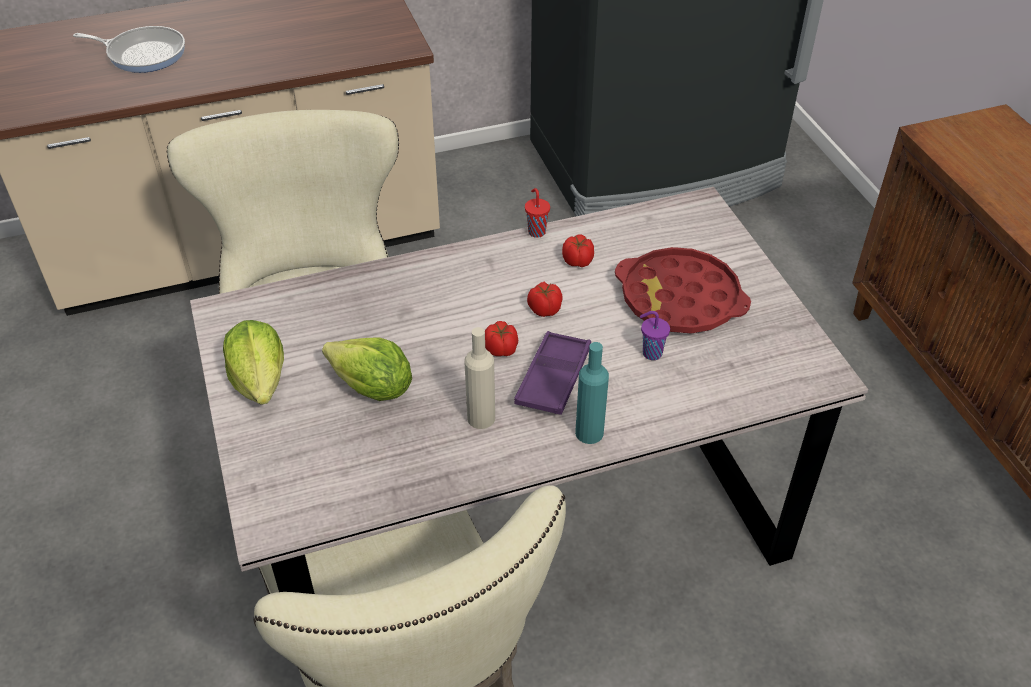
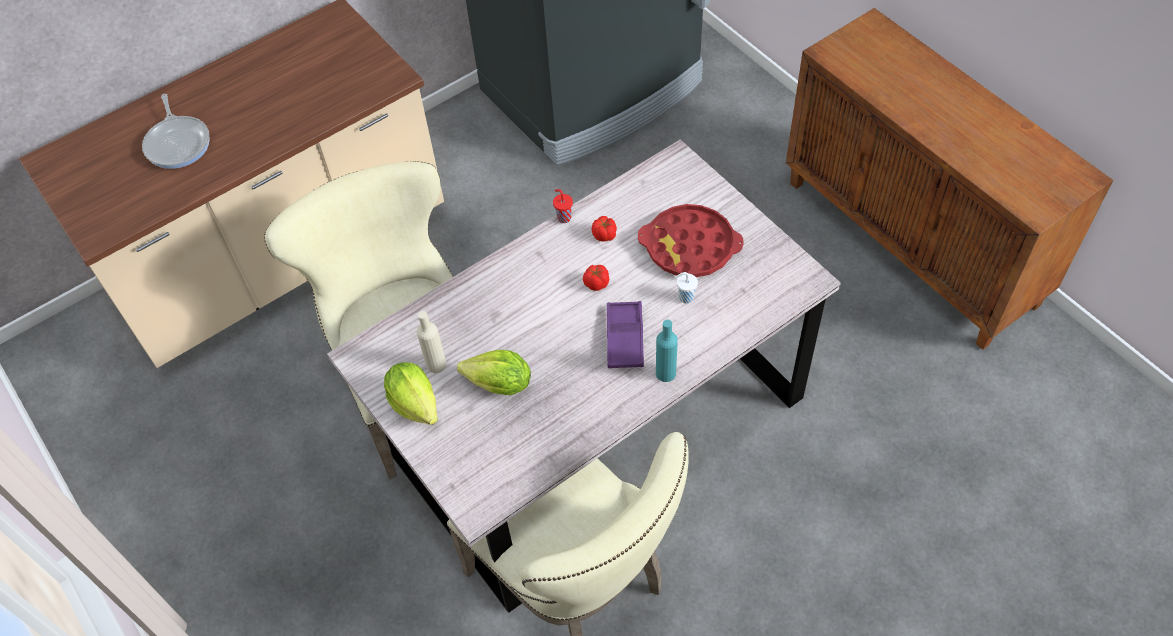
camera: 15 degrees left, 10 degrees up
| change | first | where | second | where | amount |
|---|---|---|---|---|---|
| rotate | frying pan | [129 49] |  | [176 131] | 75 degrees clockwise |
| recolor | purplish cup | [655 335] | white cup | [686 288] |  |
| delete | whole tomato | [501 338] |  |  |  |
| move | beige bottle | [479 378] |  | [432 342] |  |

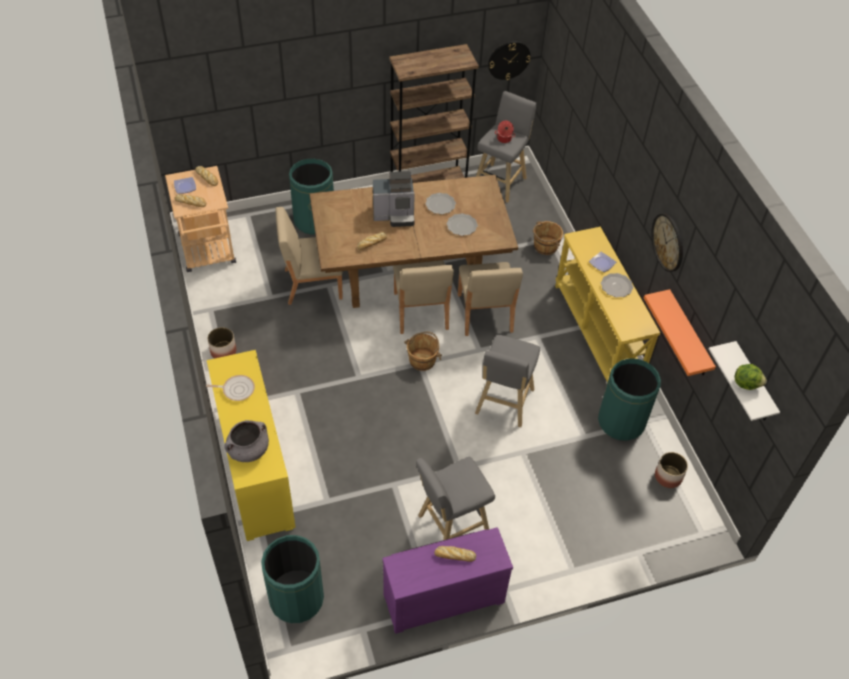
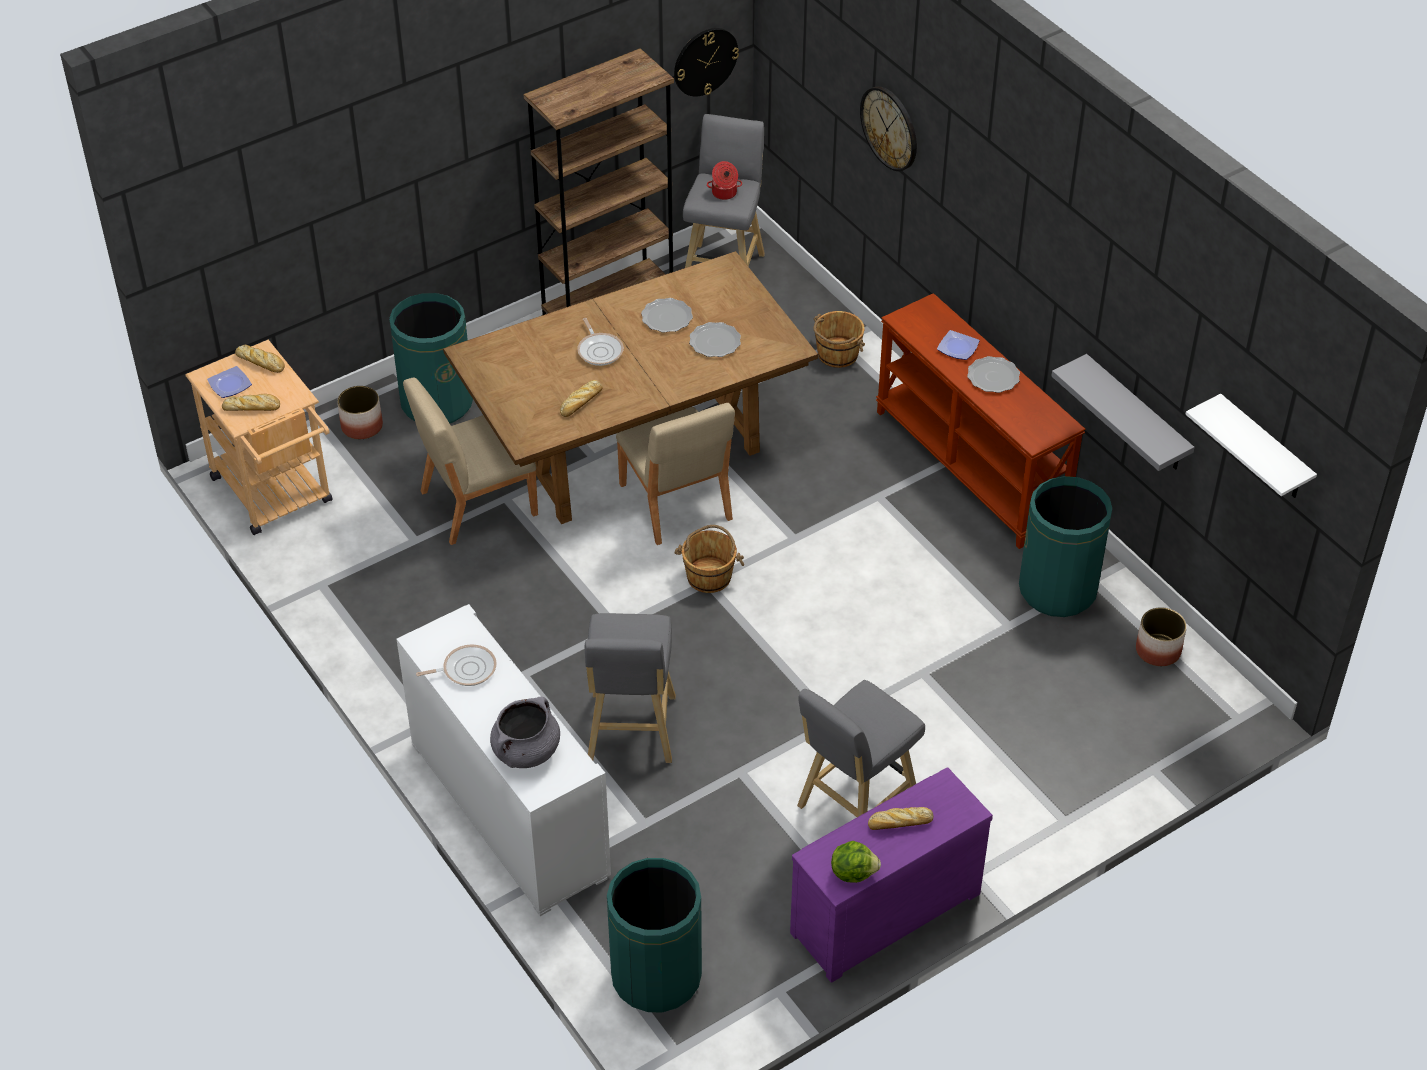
camera: 15 degrees left, 5 degrees down
| change | first | where | second | where | amount |
|---|---|---|---|---|---|
| replace | coffee maker | [394 199] | frying pan | [600 342] |  |
| move | clock on the wall | [667 242] |  | [888 128] |  |
| recolor | yellowish hall table | [607 305] | brownish hall table | [981 421] |  |
| delete | beige plain chair | [490 299] |  |  |  |
| recolor | orange wall shelf | [680 332] | gray wall shelf | [1123 412] |  |
| move | plant pot | [222 343] |  | [360 412] |  |
| move | gray stool | [507 381] |  | [630 688] |  |
| recolor | yellowish cupboard | [251 445] | white cupboard | [503 760] |  |
| move | lettuce head | [751 377] |  | [856 862] |  |

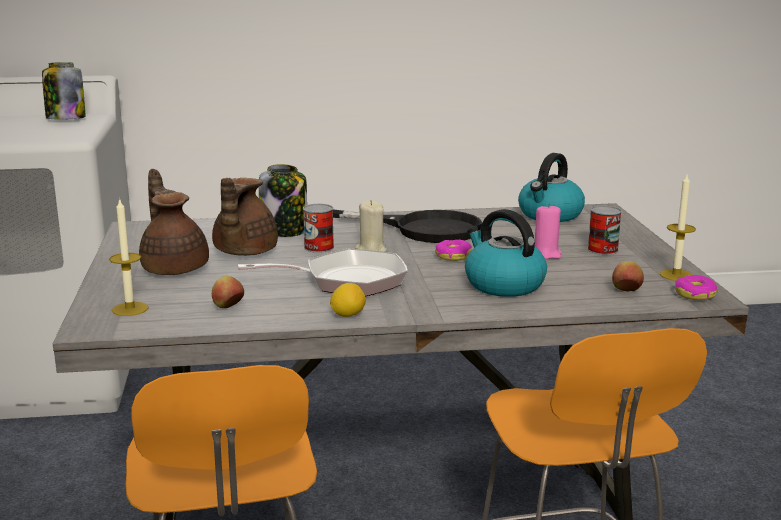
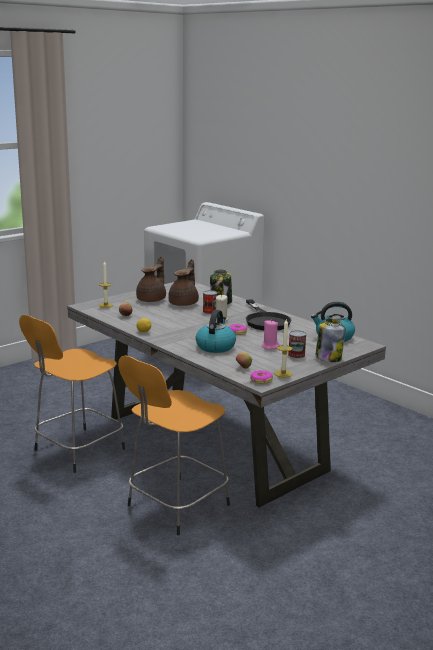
camera: 55 degrees right, 0 degrees up
| change | first | where | second | where | amount |
|---|---|---|---|---|---|
| move | jar | [64 91] |  | [330 340] |  |
| rotate | brownish pot for tea | [245 217] |  | [183 282] | 135 degrees clockwise |
| delete | frying pan | [323 272] |  |  |  |

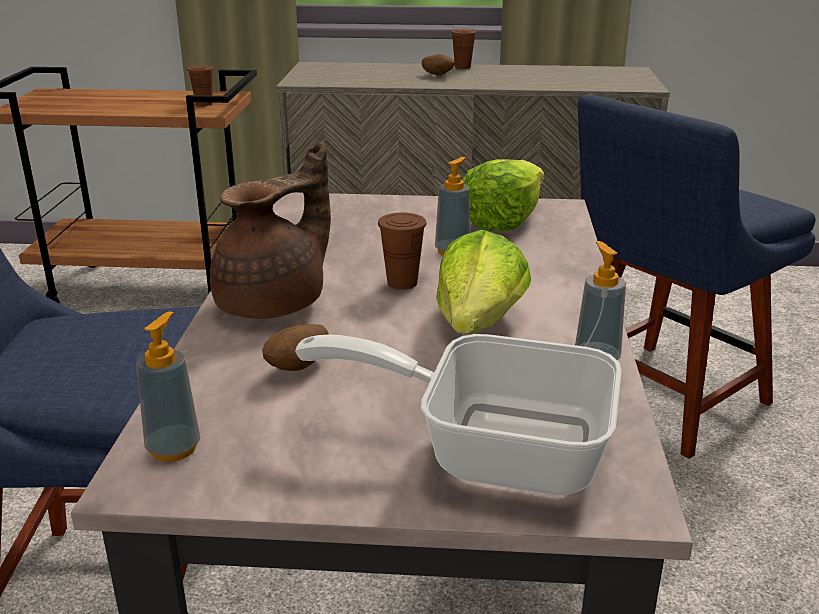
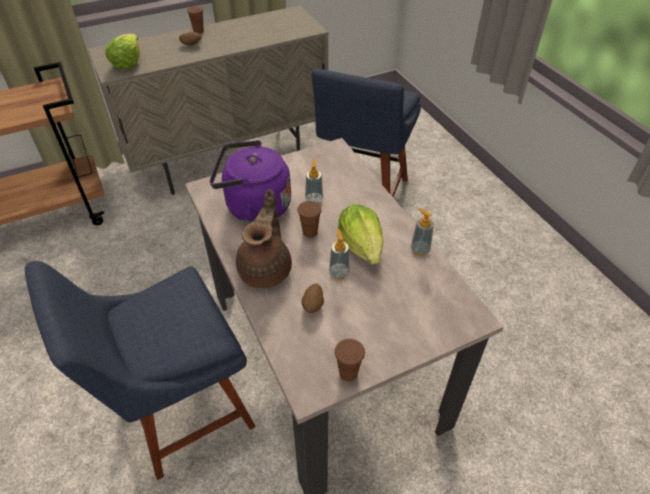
camera: 30 degrees left, 20 degrees up
| change | first | where | second | where | amount |
|---|---|---|---|---|---|
| move | brownish cup | [200 85] |  | [350 360] |  |
| move | lettuce head | [503 195] |  | [122 52] |  |
| move | liquid soap bottle | [168 386] |  | [339 254] |  |
| delete | frying pan | [458 414] |  |  |  |
| insert |  |  | purplish water kettle | [250 181] |  |

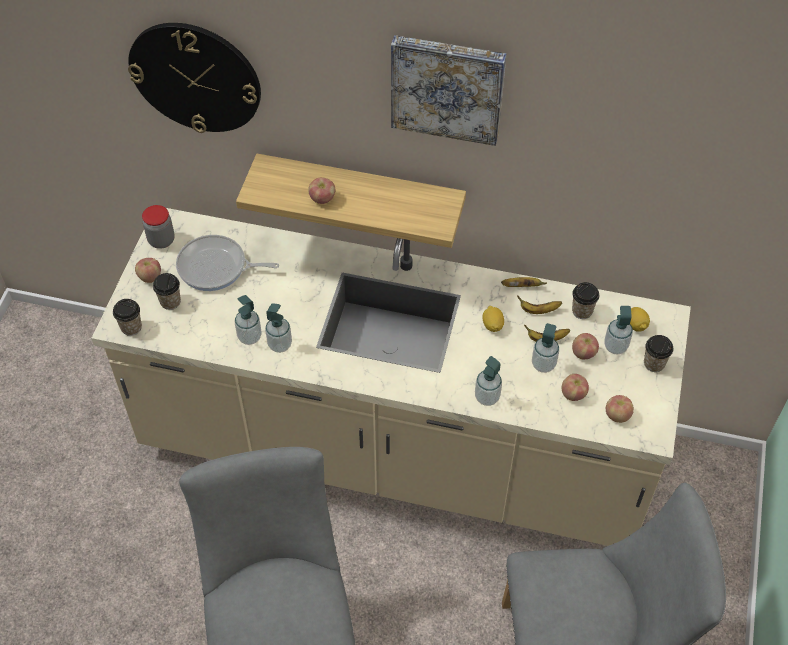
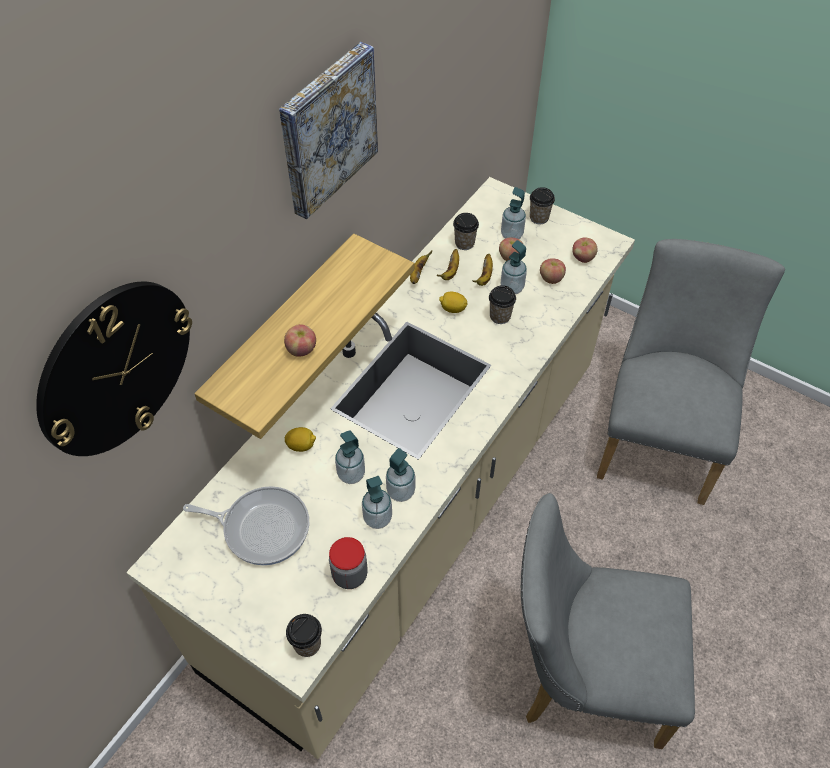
camera: 70 degrees left, 0 degrees up
| change | first | where | second | where | amount |
|---|---|---|---|---|---|
| move | jar | [158 227] |  | [348 563] |  |
| rotate | frying pan | [227 263] |  | [246 525] | 105 degrees counterclockwise |
| delete | whole apple | [148 270] |  |  |  |
| move | cup | [167 291] |  | [502 304] |  |
| move | whole lemon | [640 319] |  | [300 439] |  |
| move | liquid soap bottle | [488 381] |  | [350 457] |  |

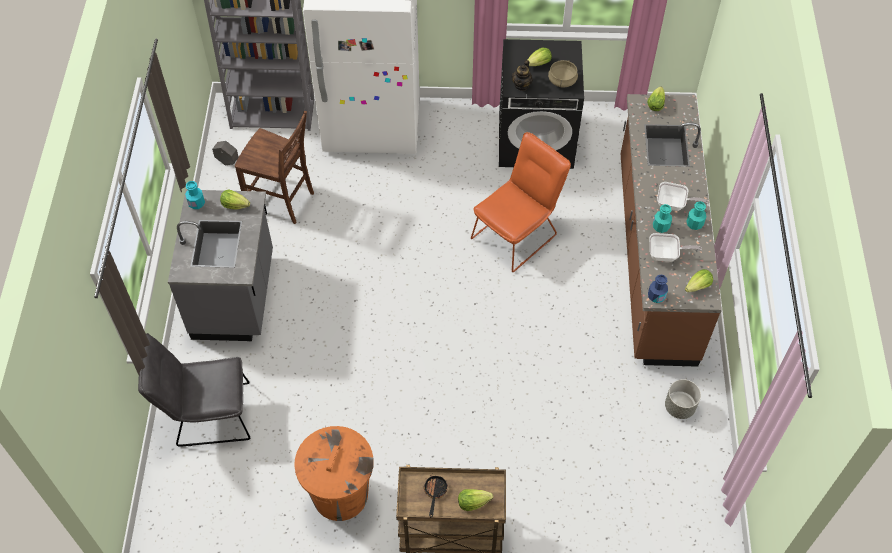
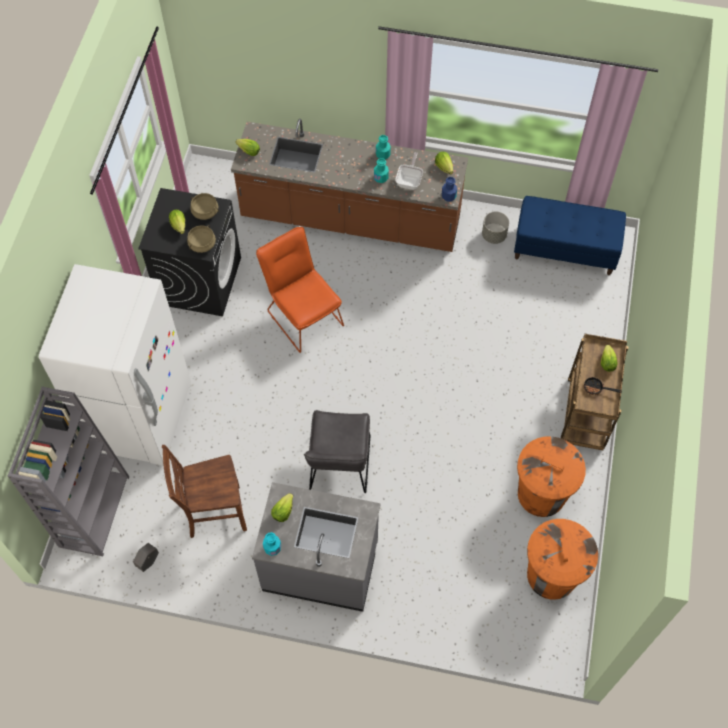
camera: 80 degrees left, 5 degrees up
| change | first | where | second | where | amount |
|---|---|---|---|---|---|
| replace | pot for tea | [522 75] | beige stockpot | [201 239] |  |
| rotate | brownish plain chair | [274 167] |  | [204 491] | 135 degrees counterclockwise |
| delete | frying pan | [683 196] |  |  |  |
| move | gray plain chair | [194 390] |  | [337 451] |  |
| insert |  |  | blue-coloured bench | [570 235] |  |
| insert |  |  | orange trash can | [562 559] |  |

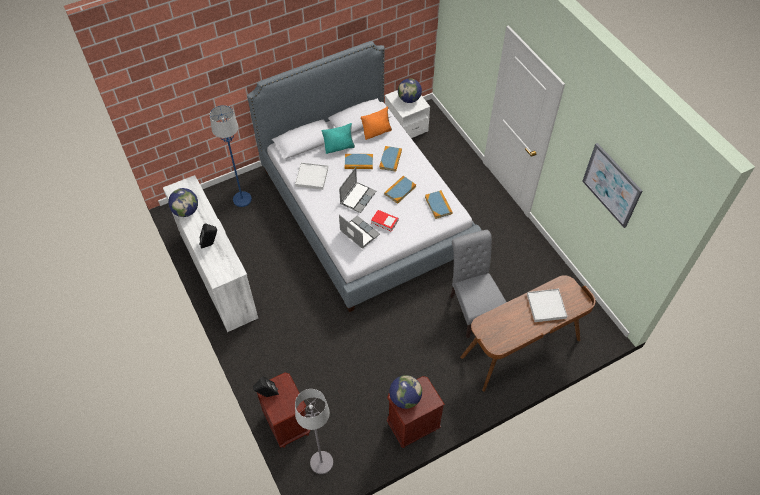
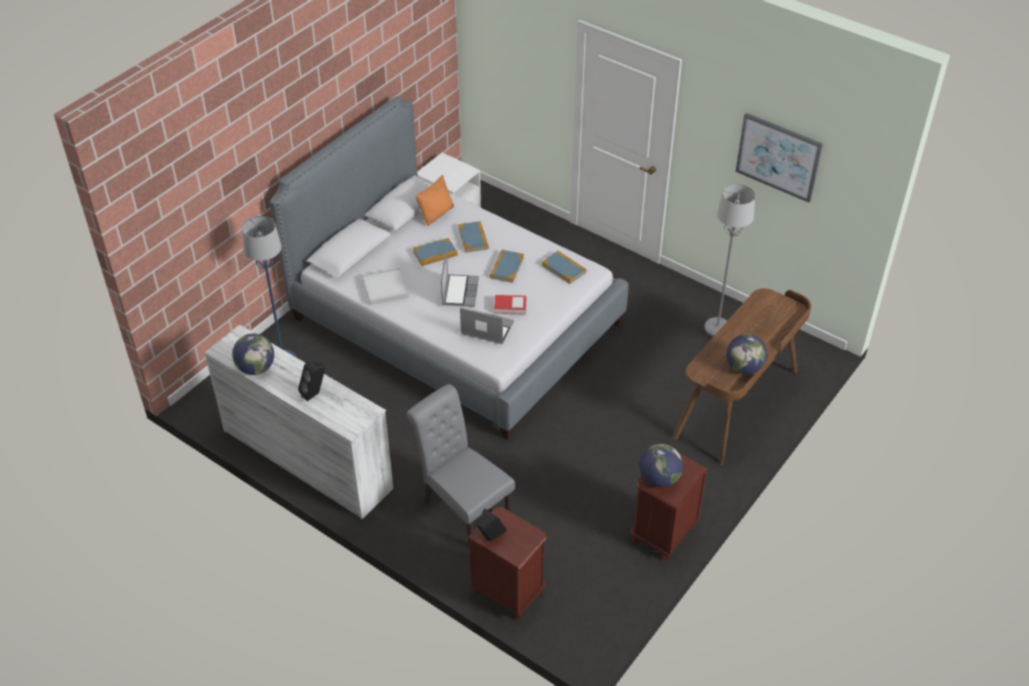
camera: 25 degrees left, 10 degrees down
| change | first | where | second | where | amount |
|---|---|---|---|---|---|
| move | desk globe | [410 90] |  | [746 354] |  |
| delete | turquoise throw pillow | [338 138] |  |  |  |
| move | gray plain chair | [478 284] |  | [460 465] |  |
| delete | white serving tray | [547 305] |  |  |  |
| move | gray standing lamp | [314 431] |  | [729 260] |  |

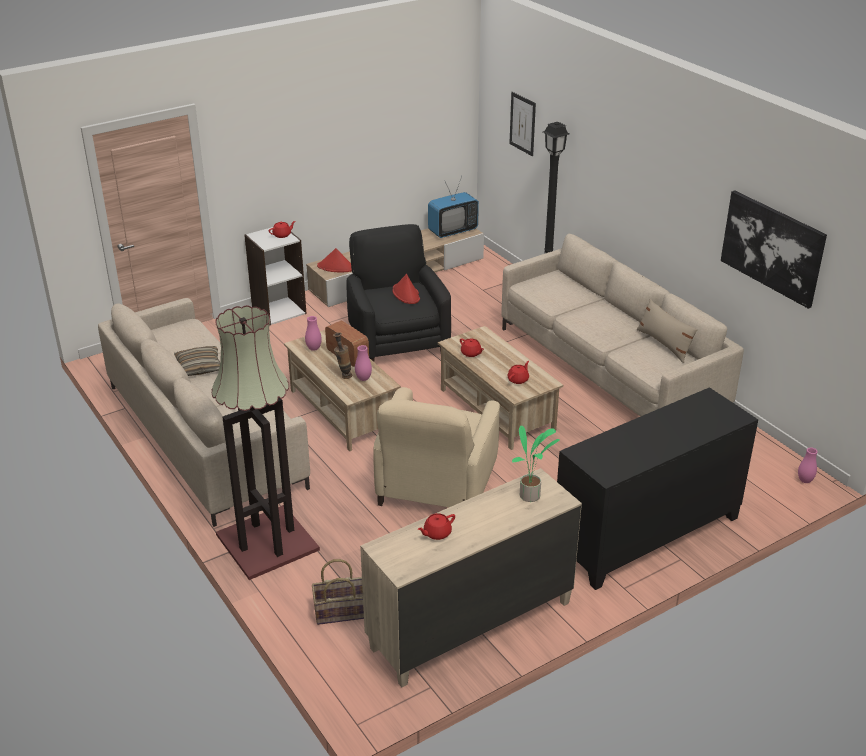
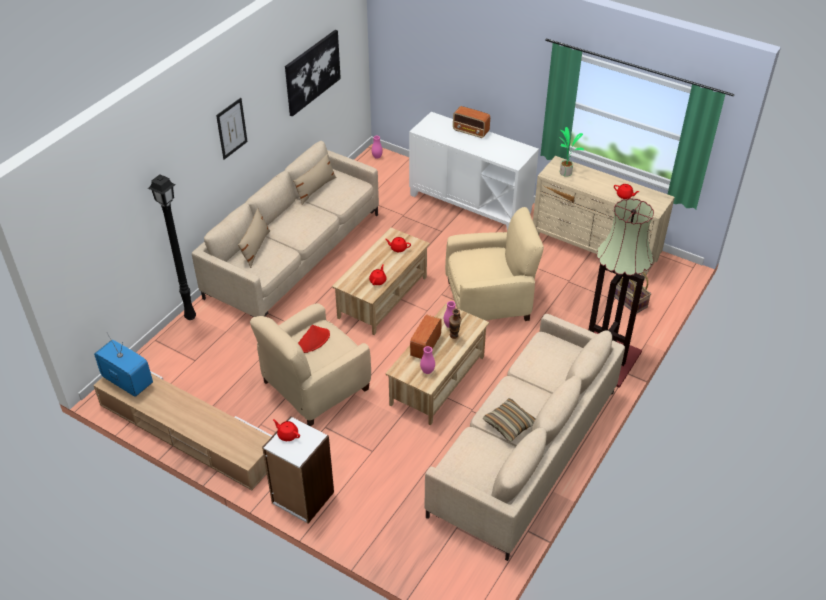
camera: 115 degrees left, 10 degrees up
| change | first | where | second | where | amount |
|---|---|---|---|---|---|
| move | wall art | [522 124] |  | [232 129] |  |
| recolor | blackish easy chair | [399 293] | beige easy chair | [310 365] |  |
| delete | reddish clothing hat | [334 260] |  |  |  |
| recolor | blackish cupboard | [657 488] | white cupboard | [474 171] |  |
| insert |  |  | radio receiver | [471 122] |  |
| insert |  |  | beige throw pillow | [254 238] |  |

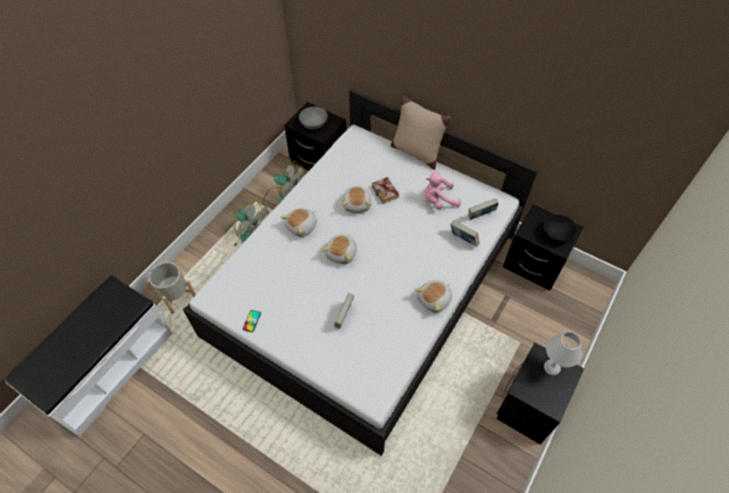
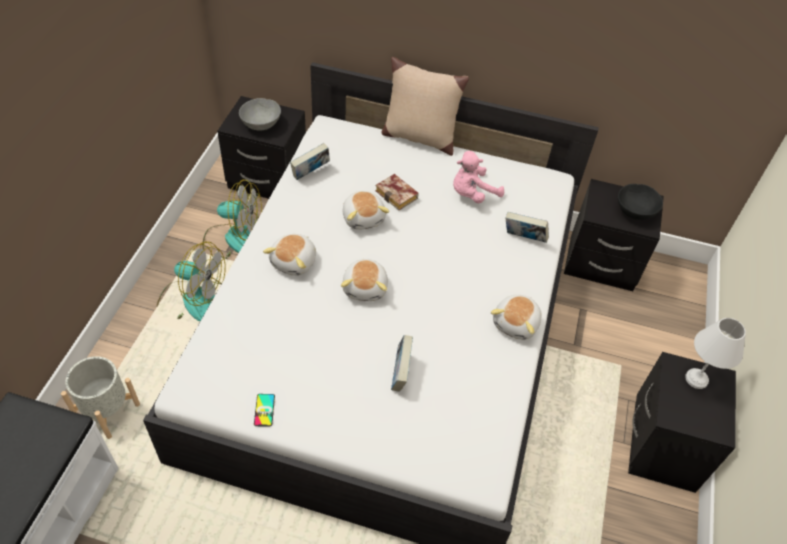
camera: 20 degrees left, 5 degrees down
| change | first | where | second | where | amount |
|---|---|---|---|---|---|
| move | bound book | [483 209] |  | [310 161] |  |

